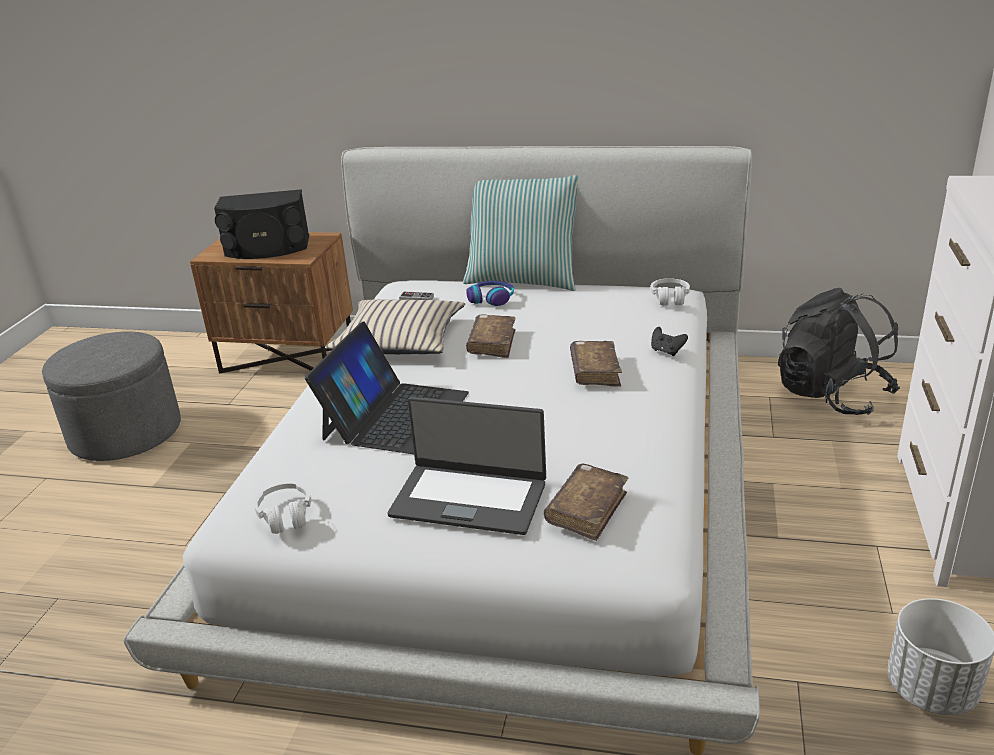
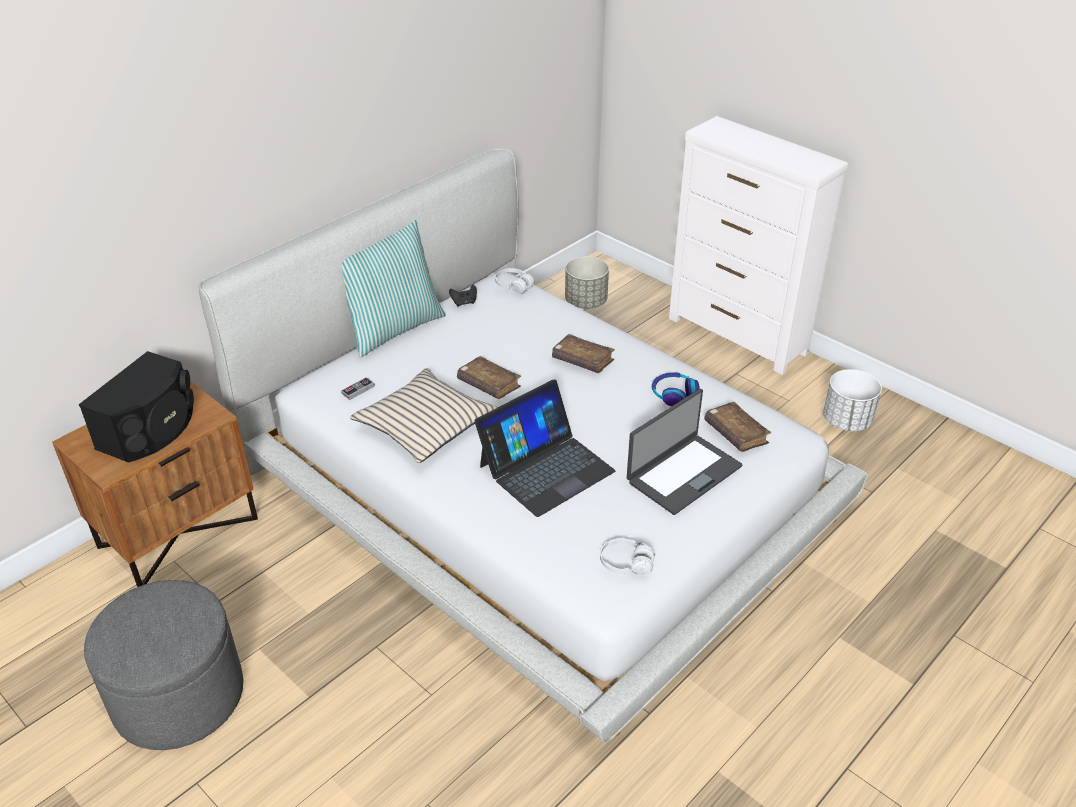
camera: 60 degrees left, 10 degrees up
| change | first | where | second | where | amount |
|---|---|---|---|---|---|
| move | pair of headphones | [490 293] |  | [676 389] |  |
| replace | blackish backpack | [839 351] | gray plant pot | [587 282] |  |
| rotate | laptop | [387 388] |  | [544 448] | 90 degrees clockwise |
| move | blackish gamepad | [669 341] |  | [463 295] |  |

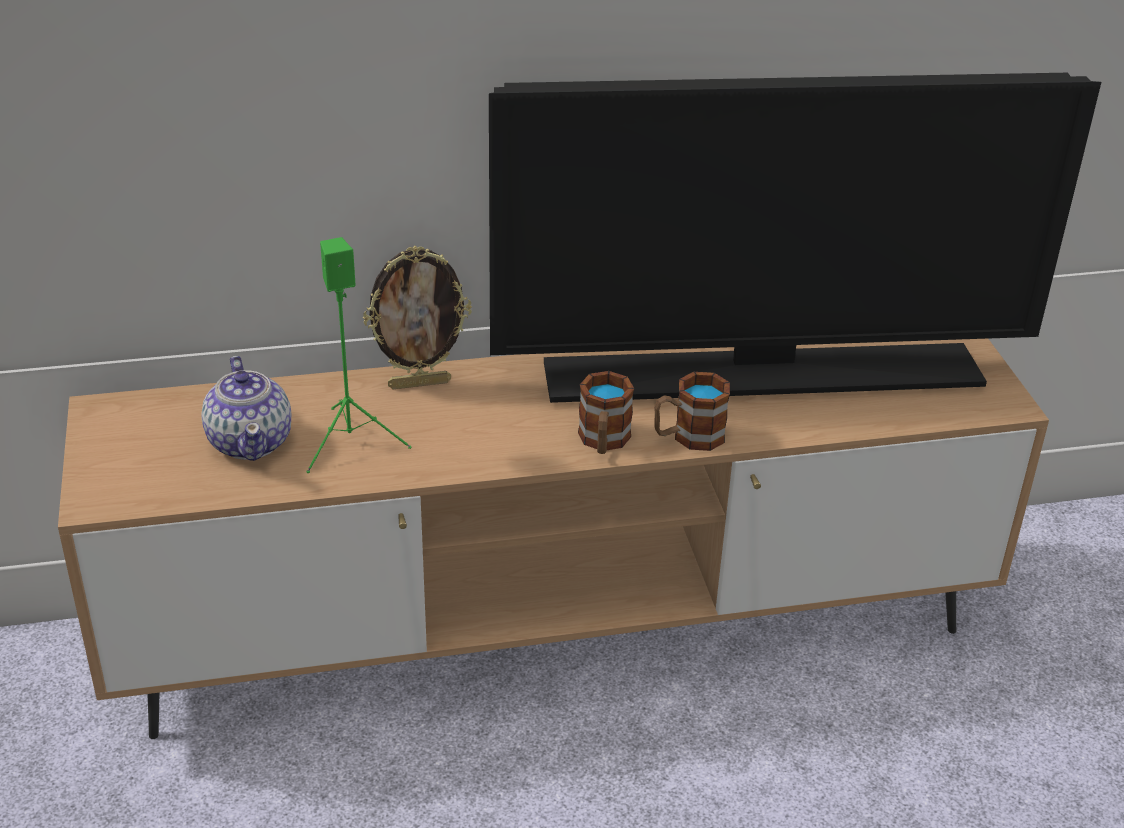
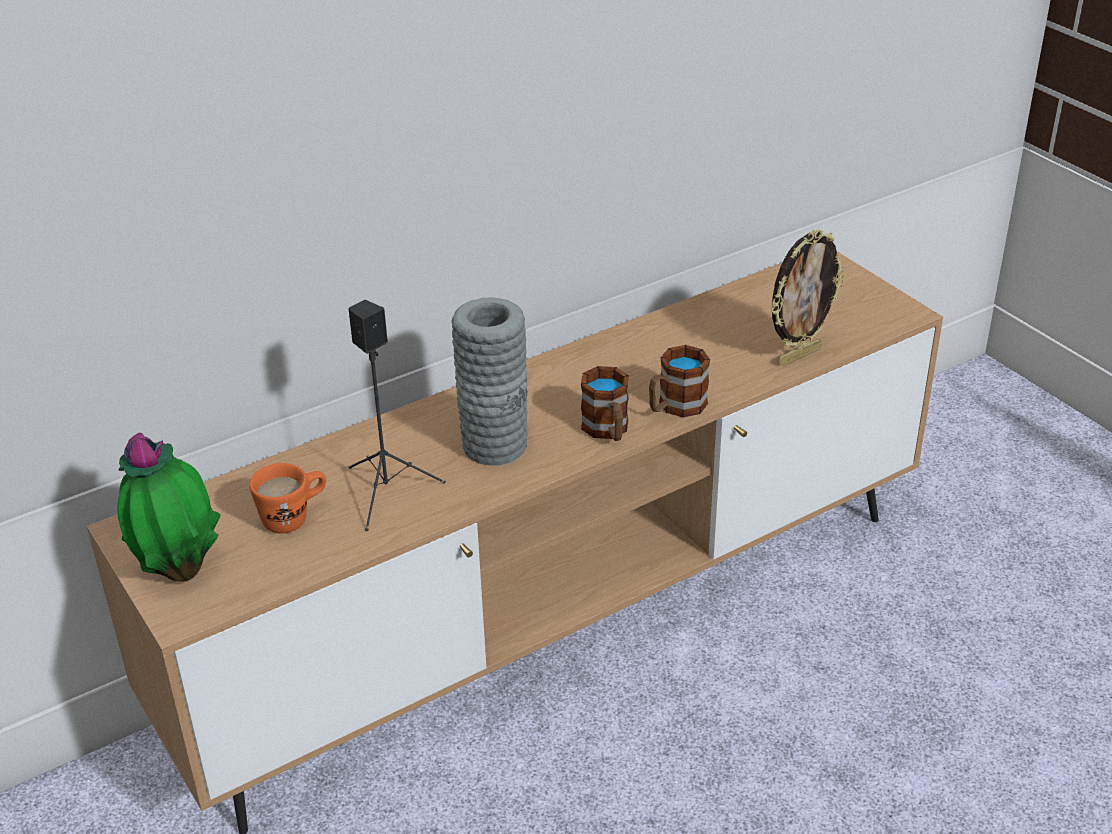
camera: 20 degrees left, 0 degrees up
| change | first | where | second | where | amount |
|---|---|---|---|---|---|
| delete | TV set | [795 238] |  |  |  |
| recolor | green speaker | [359 355] | blackish speaker | [397 415] |  |
| move | photo frame | [417 317] |  | [807 297] |  |
| replace | pot for tea | [246 408] | orange coffee mug | [287 498] |  |
| insert |  |  | gray flower vase | [489 381] |  |
| insert |  |  | houseplant | [169 507] |  |

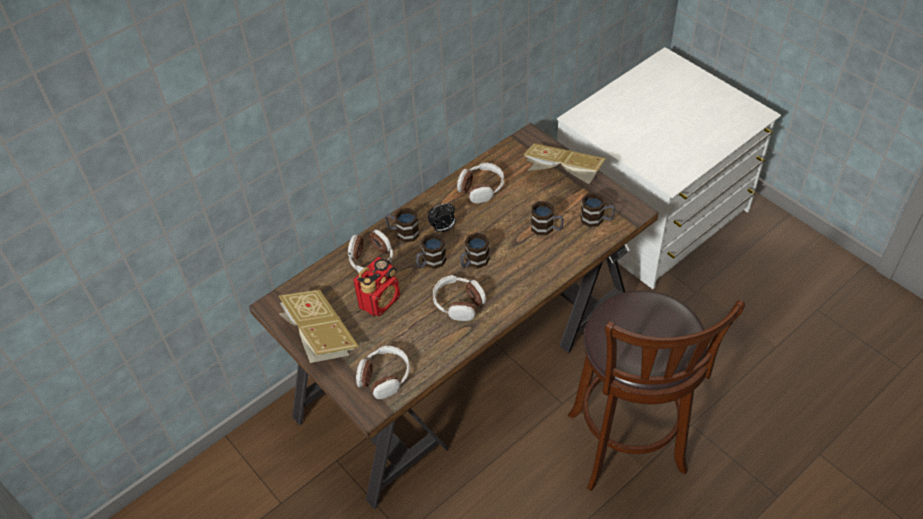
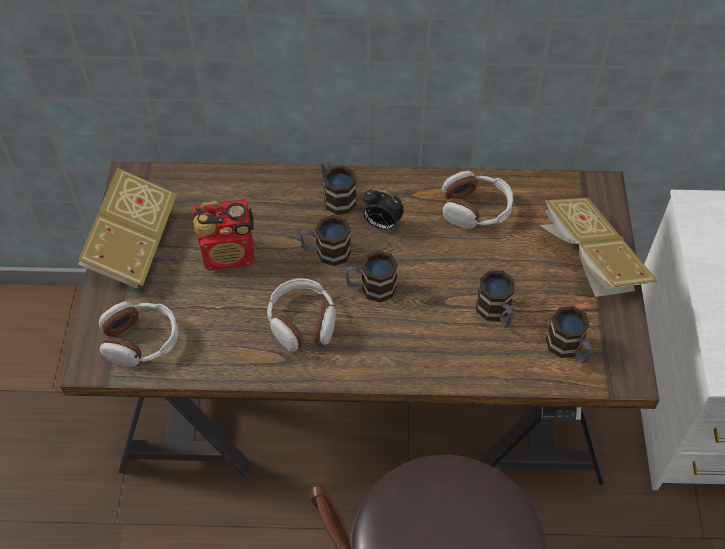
camera: 40 degrees right, 5 degrees up
| change | first | where | second | where | amount |
|---|---|---|---|---|---|
| delete | pair of headphones | [370 251] |  |  |  |

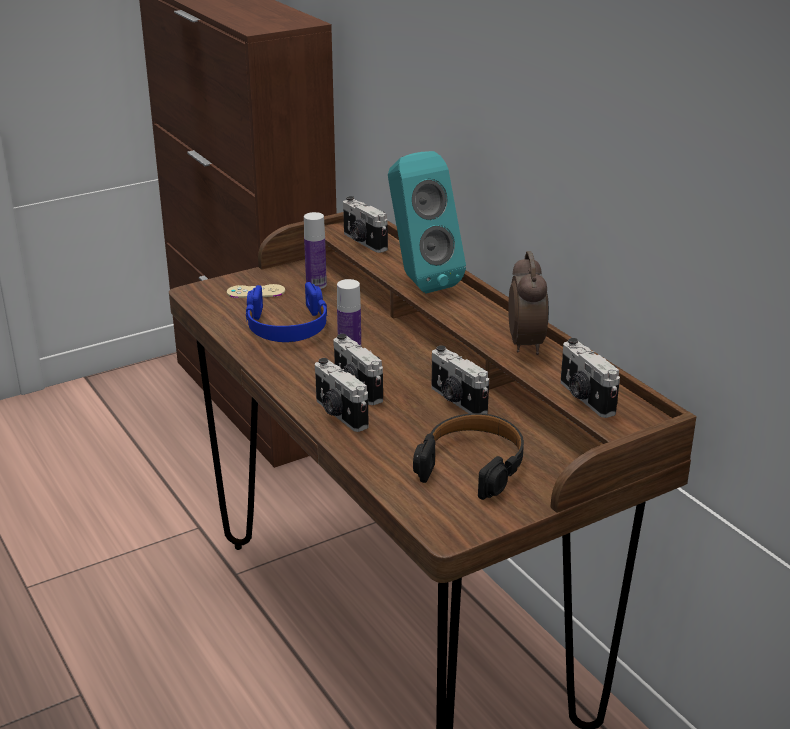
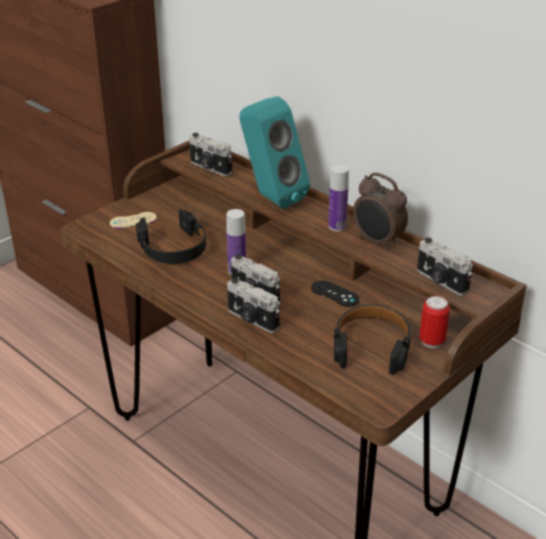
camera: 15 degrees left, 5 degrees up
| change | first | where | second | where | amount |
|---|---|---|---|---|---|
| move | bottle | [315 250] |  | [338 197] |  |
| rotate | alarm clock | [528 303] |  | [380 211] | 150 degrees clockwise |
| recolor | blue-coloured pair of headphones | [286 312] | blackish pair of headphones | [171 236] |  |
| replace | still camera | [460 379] | blackish gamepad | [335 293] |  |
| insert |  |  | can | [434 322] |  |

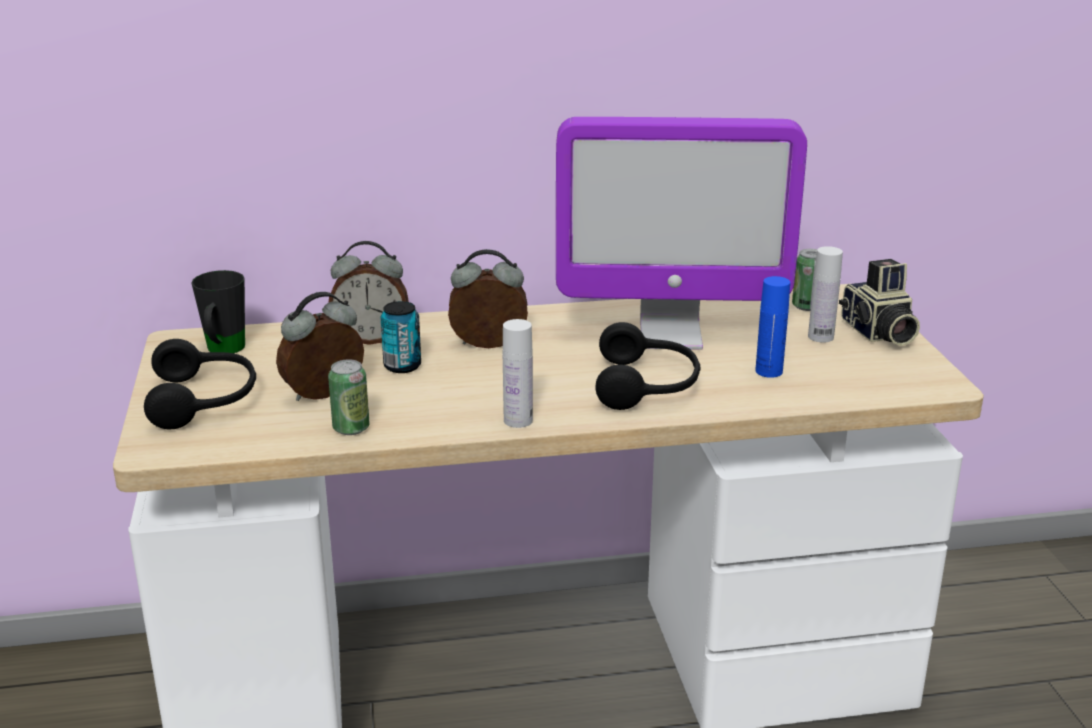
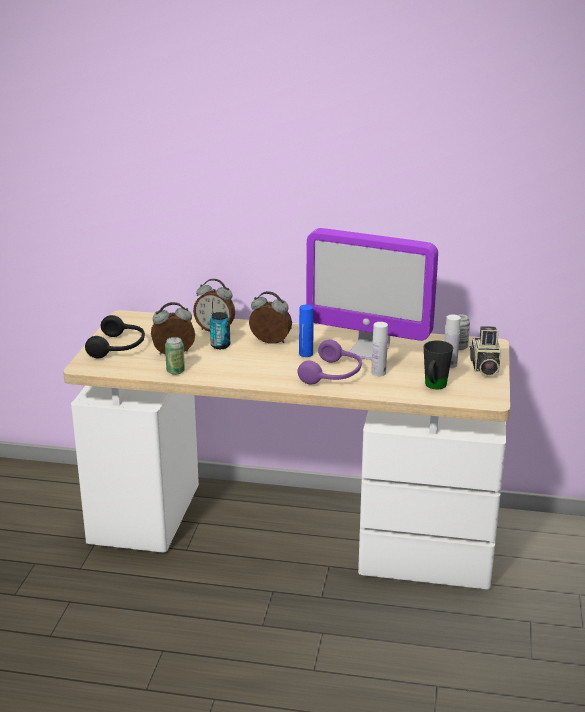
camera: 20 degrees right, 0 degrees up
| change | first | where | second | where | amount |
|---|---|---|---|---|---|
| move | blackish coffee mug | [218 311] |  | [438 365] |  |
| move | blue-coloured bottle | [772 327] |  | [306 330] |  |
| move | white bottle | [518 373] |  | [379 349] |  |
| recolor | blackish pair of headphones | [648 366] | purplish pair of headphones | [330 362] |  |

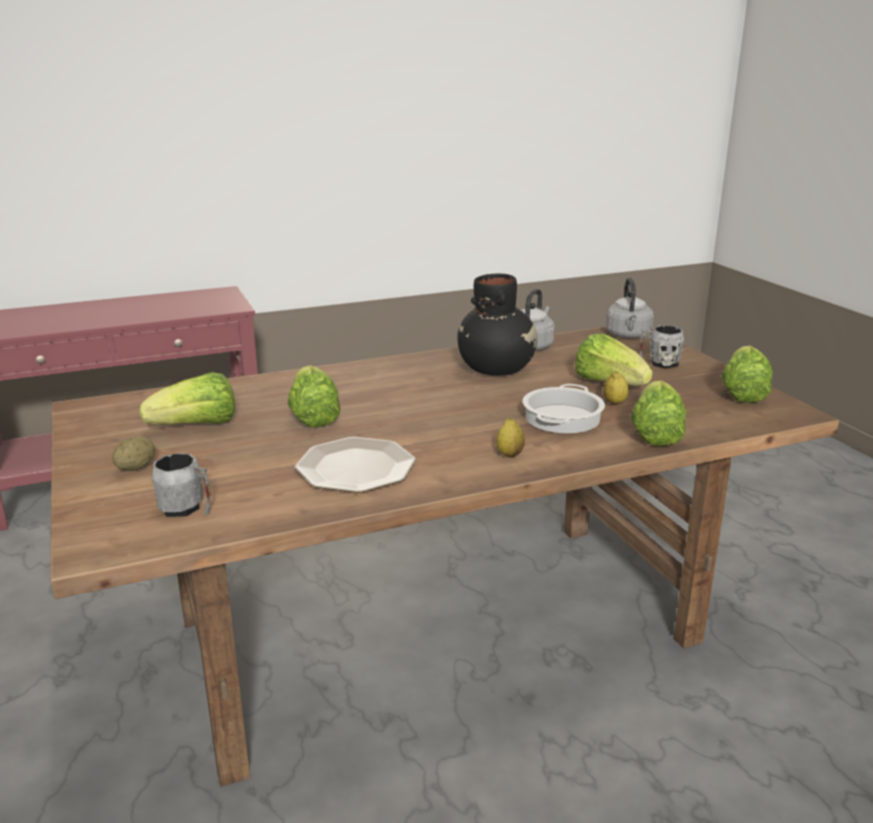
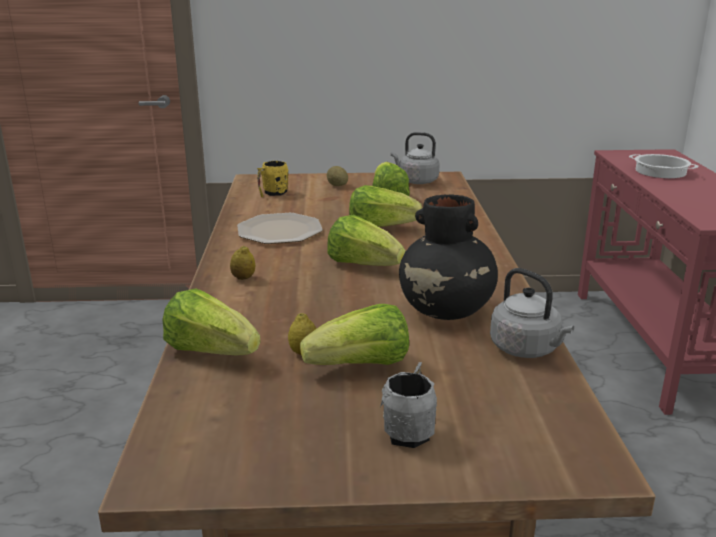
camera: 110 degrees right, 0 degrees up
| change | first | where | second | where | amount |
|---|---|---|---|---|---|
| move | gray water kettle | [630 308] |  | [415 158] |  |
| move | lettuce head | [747 374] |  | [366 240] |  |
| move | stockpot | [564 408] |  | [664 166] |  |
| recolor | gray coffee mug | [181 485] | yellowish coffee mug | [273 179] |  |

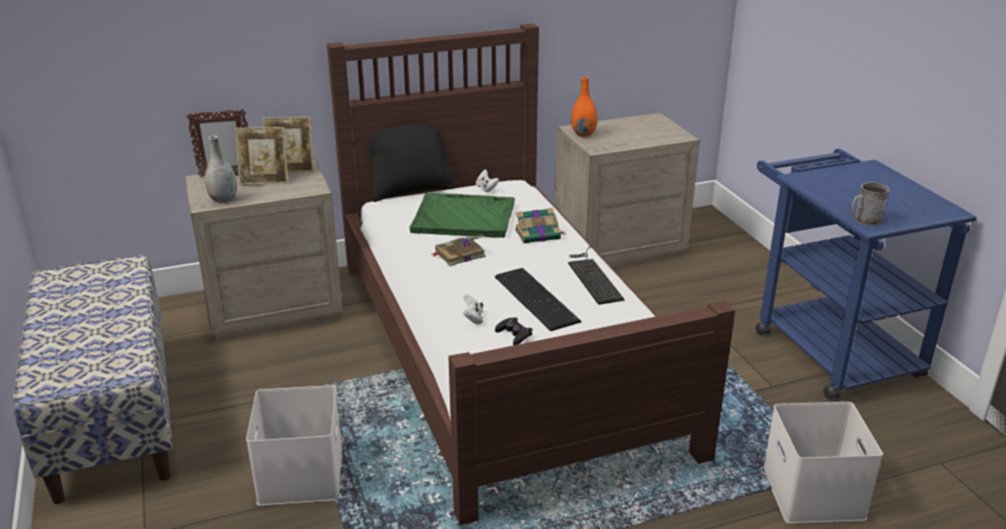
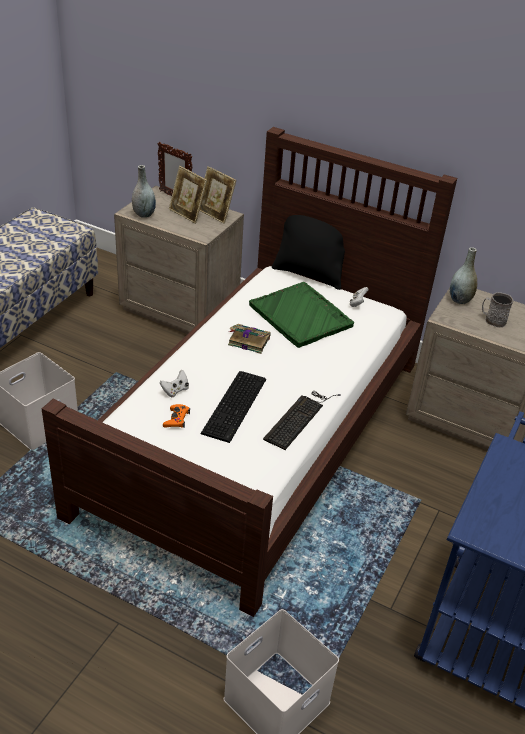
camera: 45 degrees right, 10 degrees up
| change | first | where | second | where | amount |
|---|---|---|---|---|---|
| recolor | orange flower vase | [584 107] | gray flower vase | [463 275] |  |
| move | gray coffee mug | [870 204] |  | [497 310] |  |
| delete | bound book | [540 226] |  |  |  |
| recolor | blackish gamepad | [514 331] | orange gamepad | [176 416] |  |

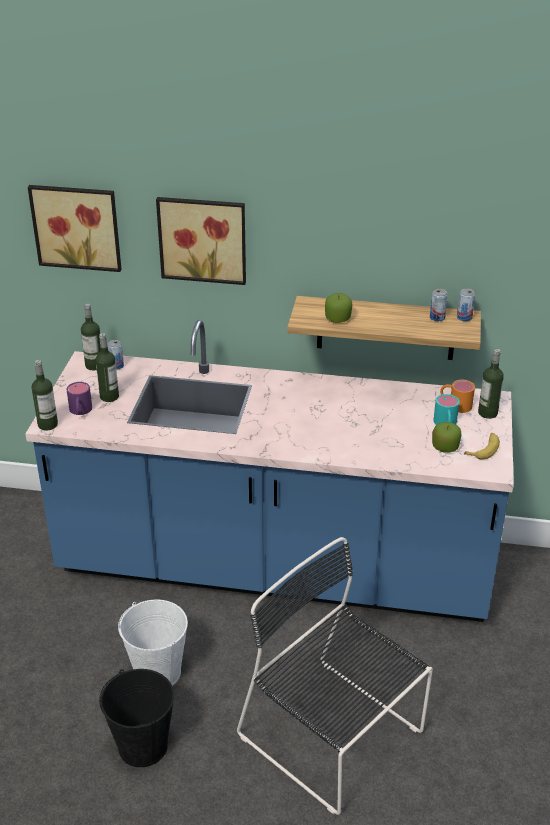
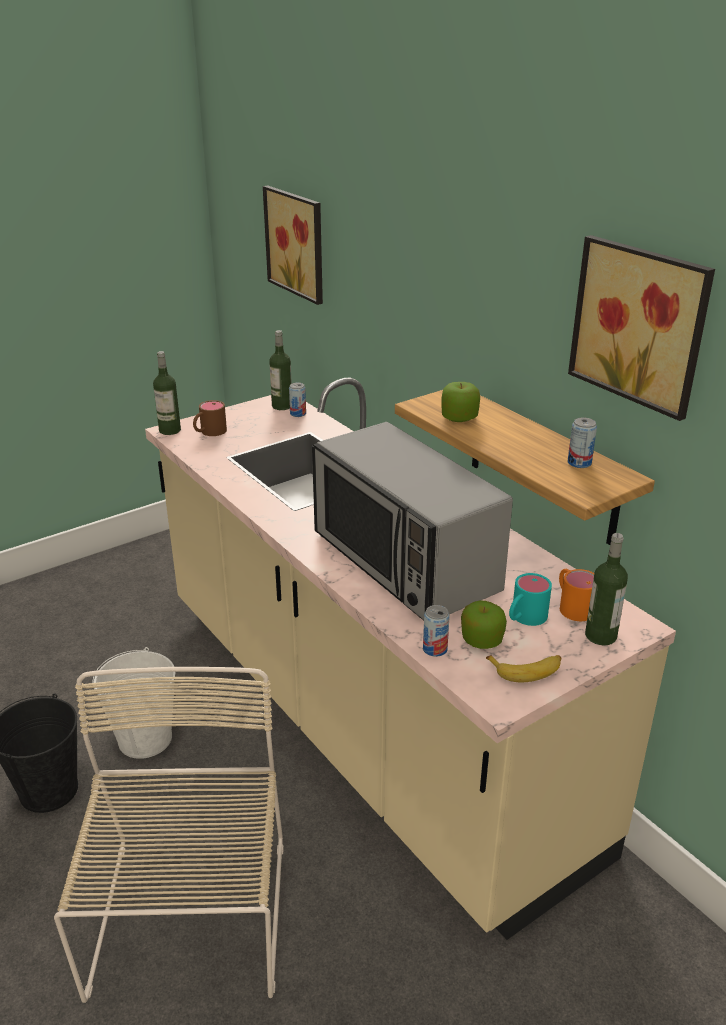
camera: 45 degrees right, 5 degrees down
| change | first | where | second | where | amount |
|---|---|---|---|---|---|
| move | wall art | [201 241] |  | [641 328] |  |
| move | can | [466 305] |  | [436 631] |  |
| recolor | blue-coloured kitchen counter | [269 471] | beige kitchen counter | [410 659] |  |
| delete | bottle | [107 367] |  |  |  |
| recolor | purplish coffee mug | [79 398] | brownish coffee mug | [210 418] |  |
| recolor | blackish plain chair | [335 676] | beige plain chair | [169 835] |  |
| insert |  |  | kitchen microwave | [412 521] |  |

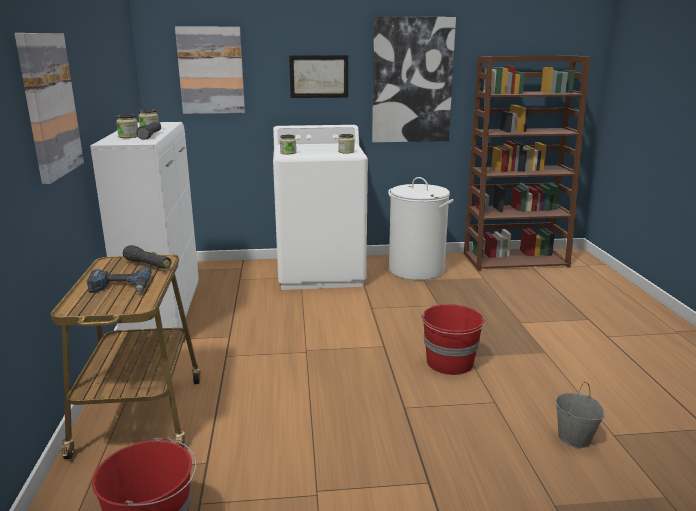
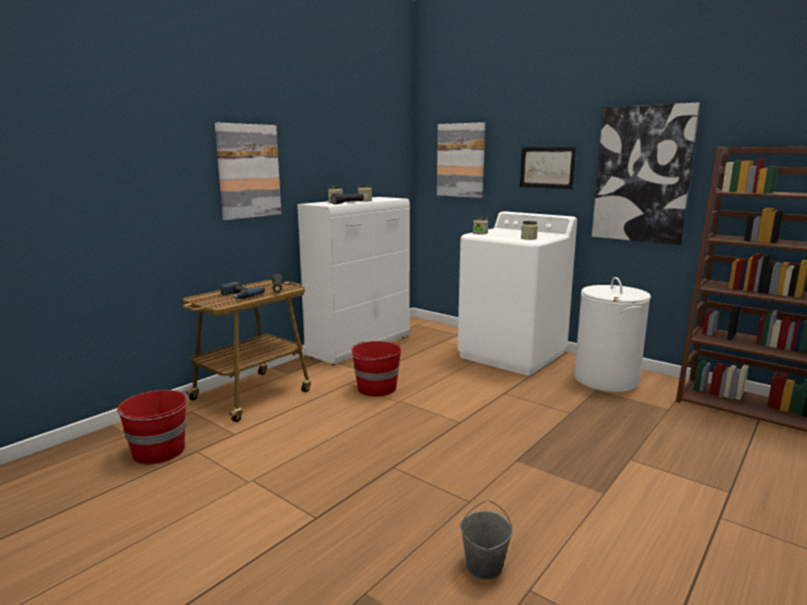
camera: 45 degrees right, 5 degrees down
| change | first | where | second | where | amount |
|---|---|---|---|---|---|
| move | reddish bucket | [453 339] |  | [375 369] |  |

